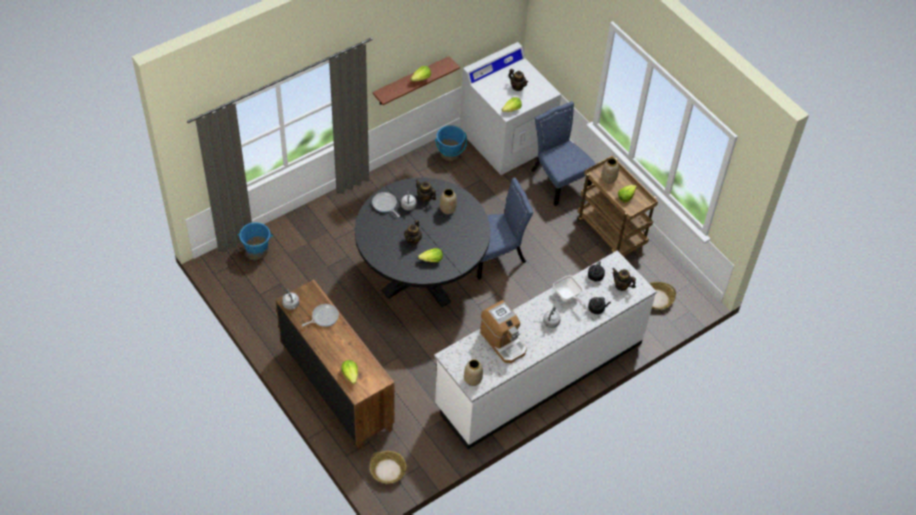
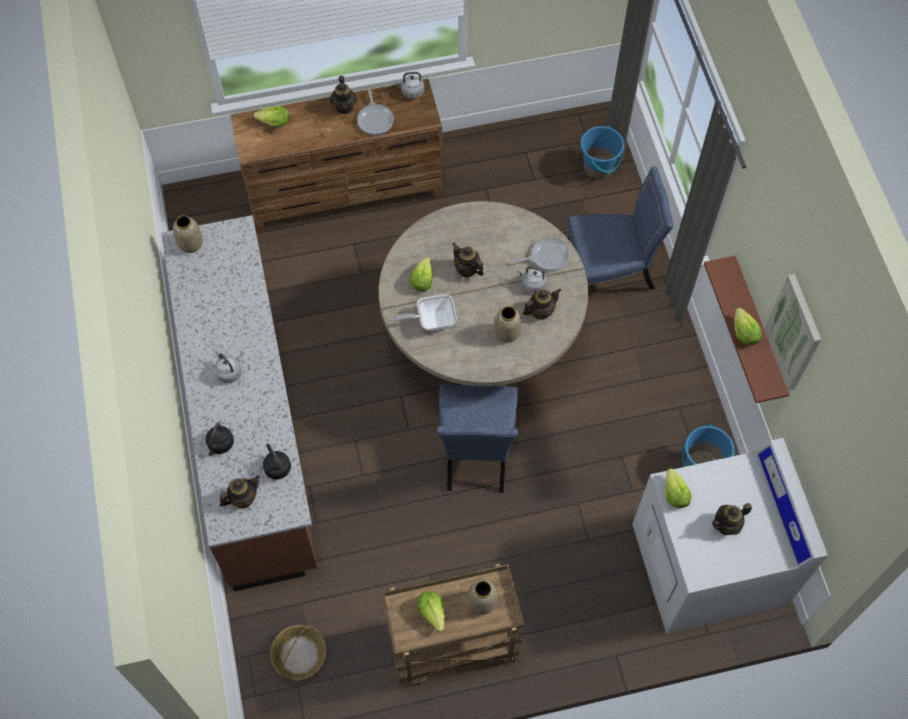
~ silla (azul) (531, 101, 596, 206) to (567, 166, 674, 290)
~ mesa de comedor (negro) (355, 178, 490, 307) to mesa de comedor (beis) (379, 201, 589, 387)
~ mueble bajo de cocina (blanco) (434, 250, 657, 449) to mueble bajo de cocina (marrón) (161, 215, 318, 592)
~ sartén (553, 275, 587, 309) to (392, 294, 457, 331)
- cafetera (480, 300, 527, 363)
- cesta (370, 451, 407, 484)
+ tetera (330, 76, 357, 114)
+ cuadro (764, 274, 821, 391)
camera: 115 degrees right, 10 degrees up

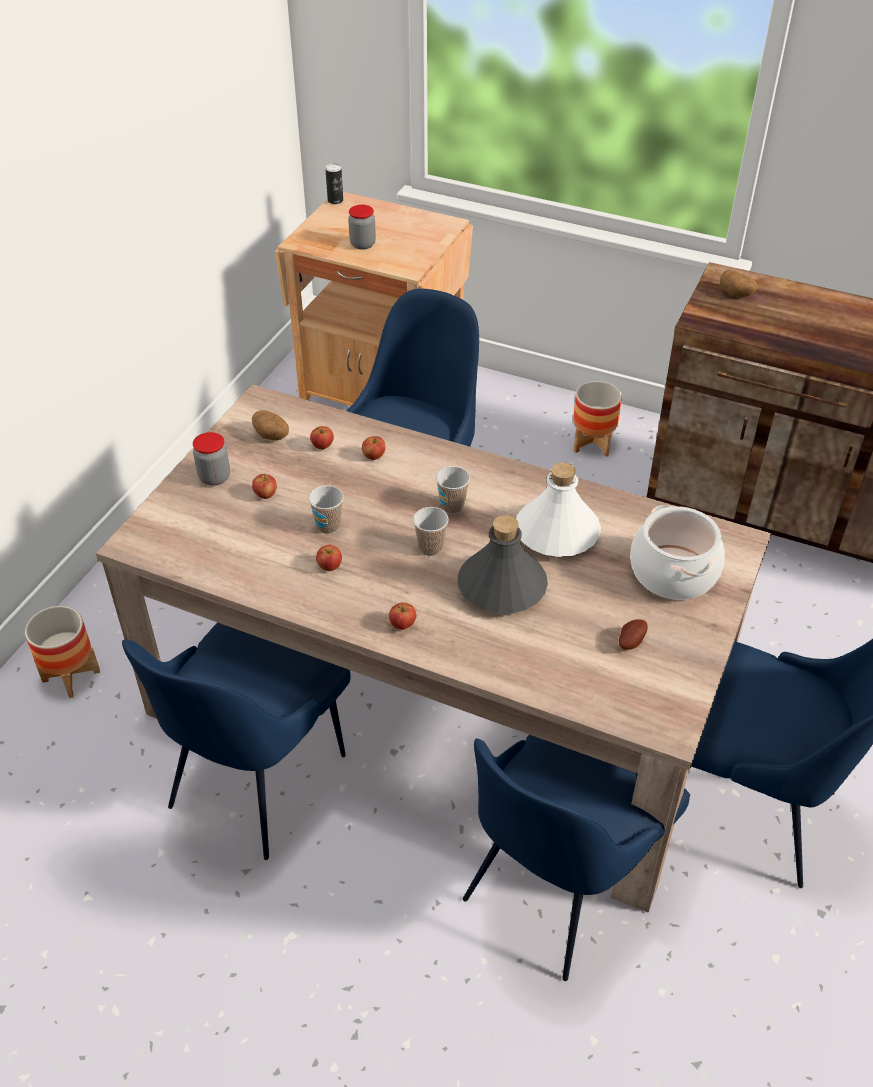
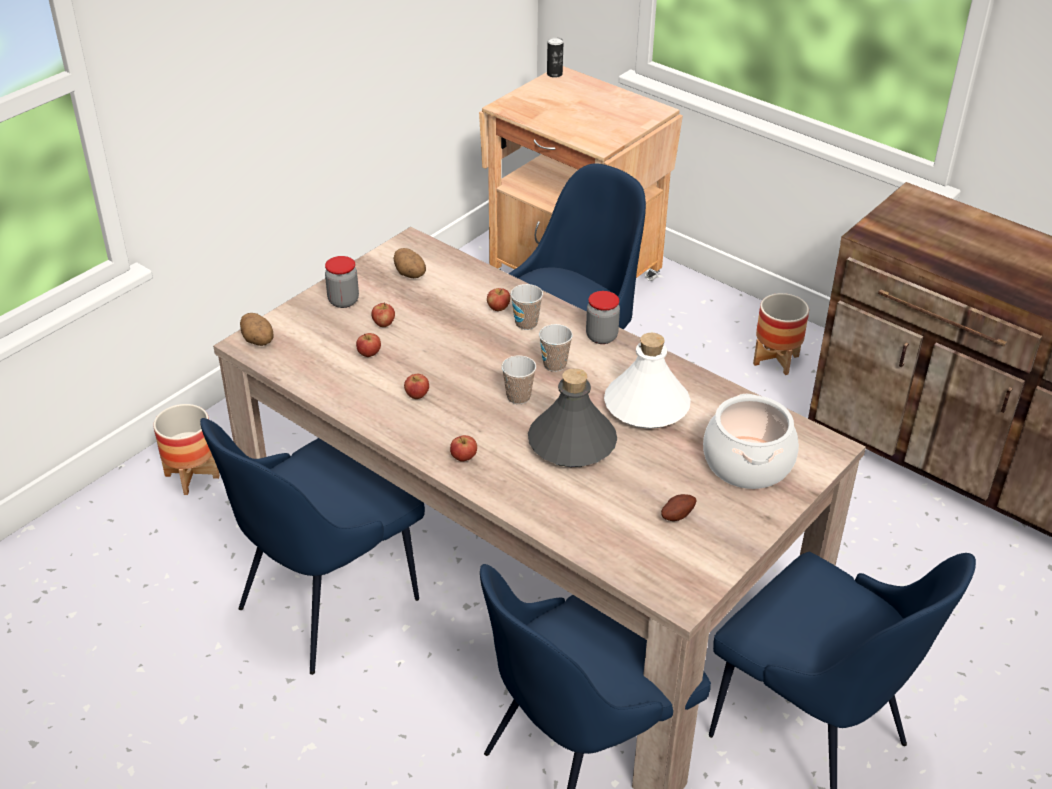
~ tarro (348, 205, 376, 250) to (586, 291, 620, 344)
~ patata (720, 270, 758, 297) to (240, 313, 274, 346)
~ manzana (310, 426, 334, 450) to (356, 333, 381, 357)
~ taza (309, 485, 344, 534) to (511, 284, 543, 330)
camera: 15 degrees right, 5 degrees down

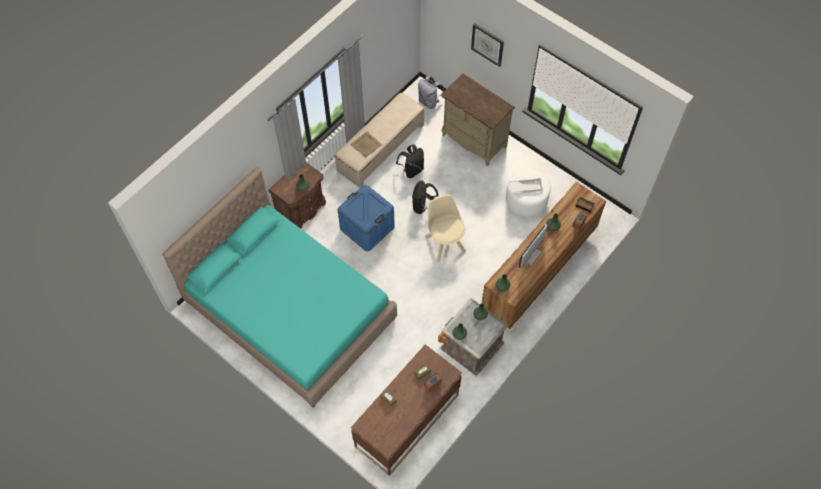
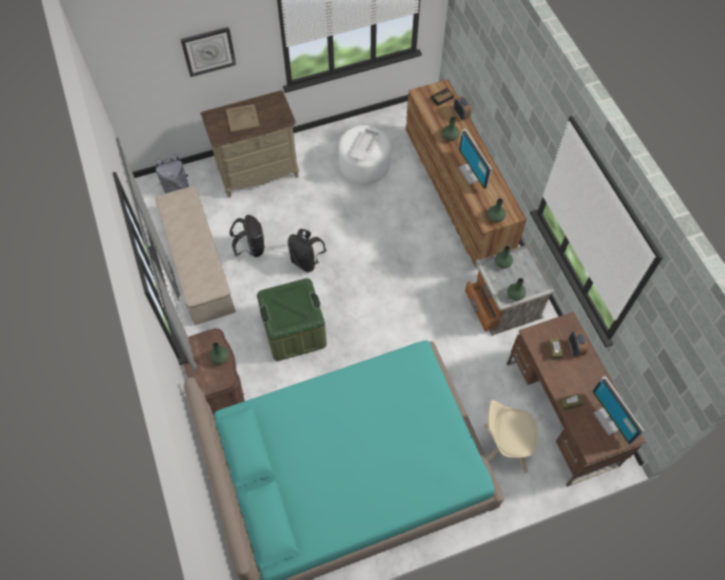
~ bandeja (beis) (351, 131, 382, 157) to (226, 104, 260, 132)
~ caja de almacenaje (azul) (338, 185, 395, 251) to caja de almacenaje (verde) (257, 278, 327, 361)
~ silla (beis) (425, 194, 466, 262) to (484, 400, 539, 473)
+ monitor (593, 376, 644, 445)
camera: 60 degrees left, 0 degrees up

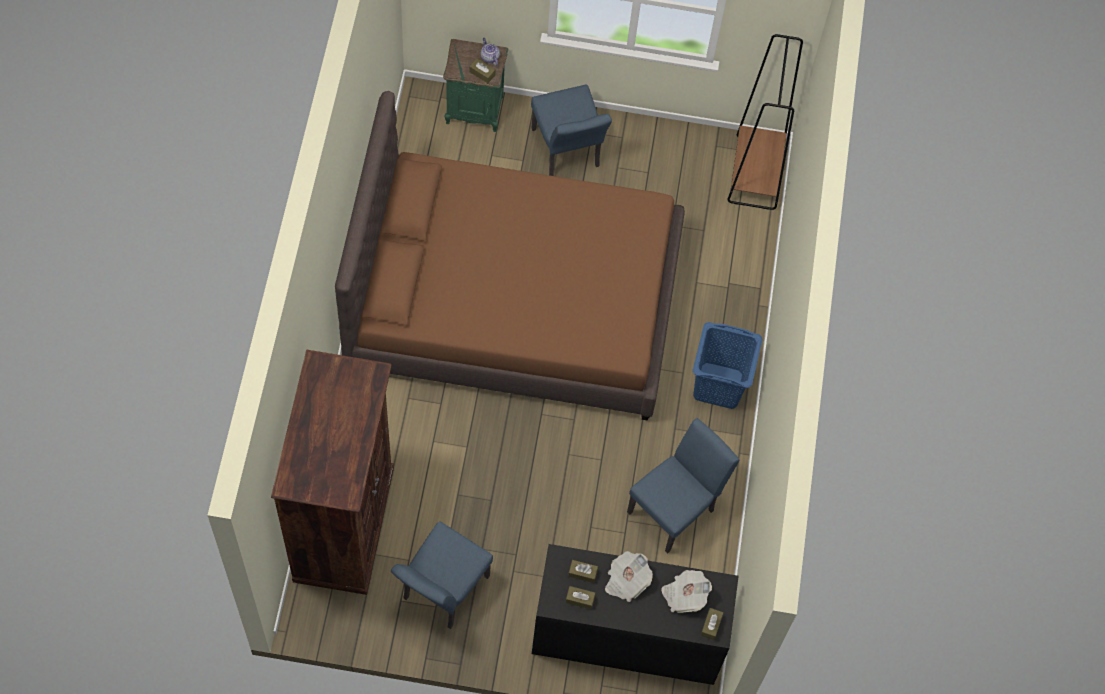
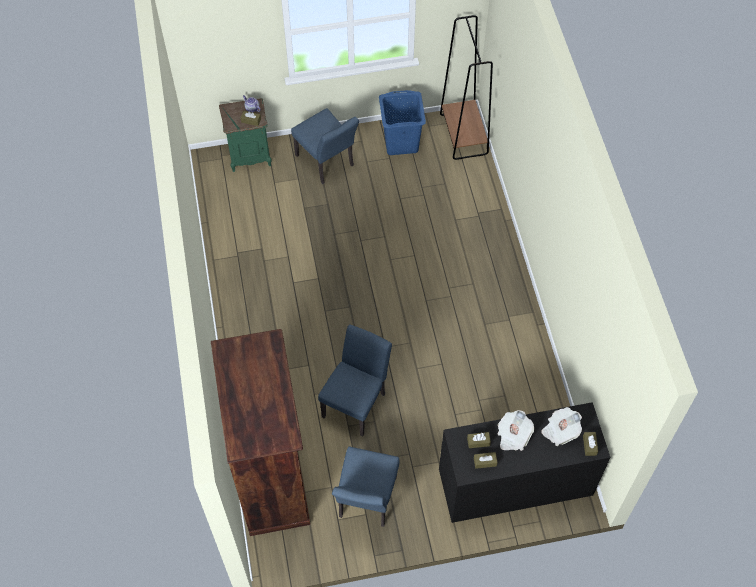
- cama (marrón) (335, 91, 685, 420)
~ cesto de la ropa (azul) (693, 322, 763, 409) to (379, 90, 426, 155)
~ silla (azul) (627, 418, 740, 553) to (318, 324, 392, 436)
camera: 15 degrees left, 5 degrees down

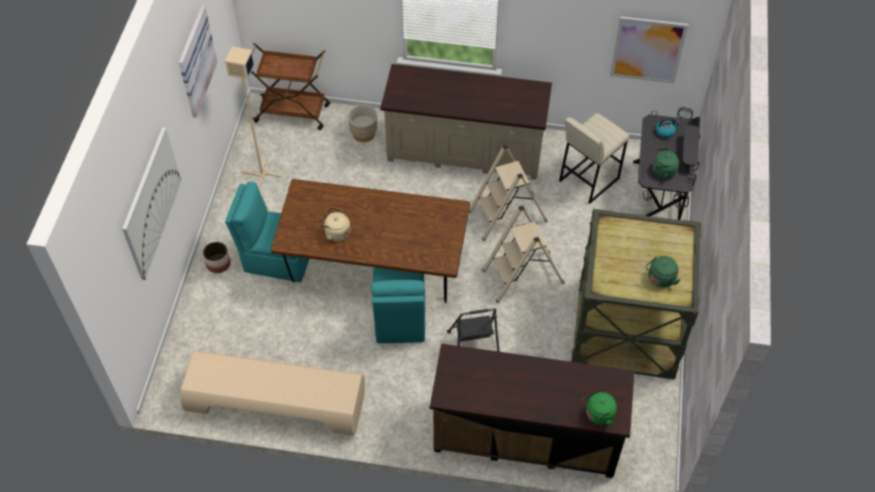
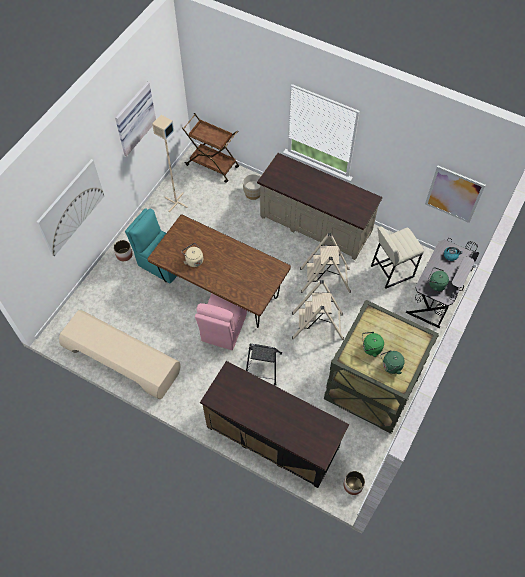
~ silla (turquesa) (371, 267, 425, 343) to silla (rosa) (195, 293, 247, 350)
~ hervidor (verde) (583, 391, 617, 425) to (362, 332, 384, 357)
+ maceta (344, 471, 365, 495)
camera: 20 degrees right, 5 degrees up

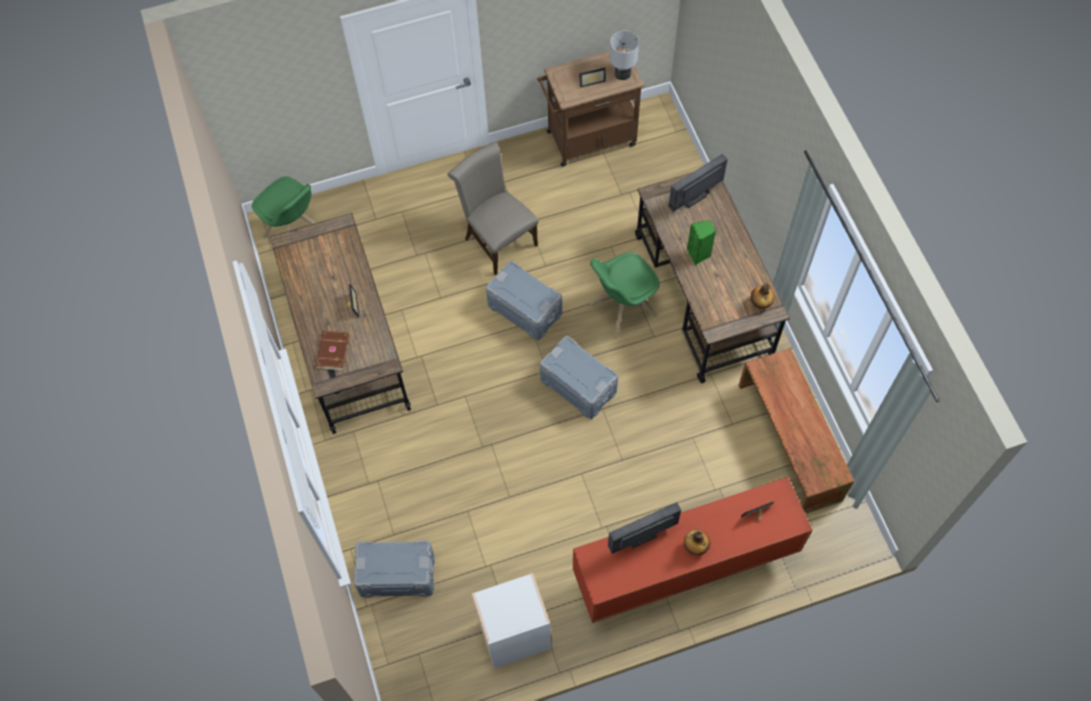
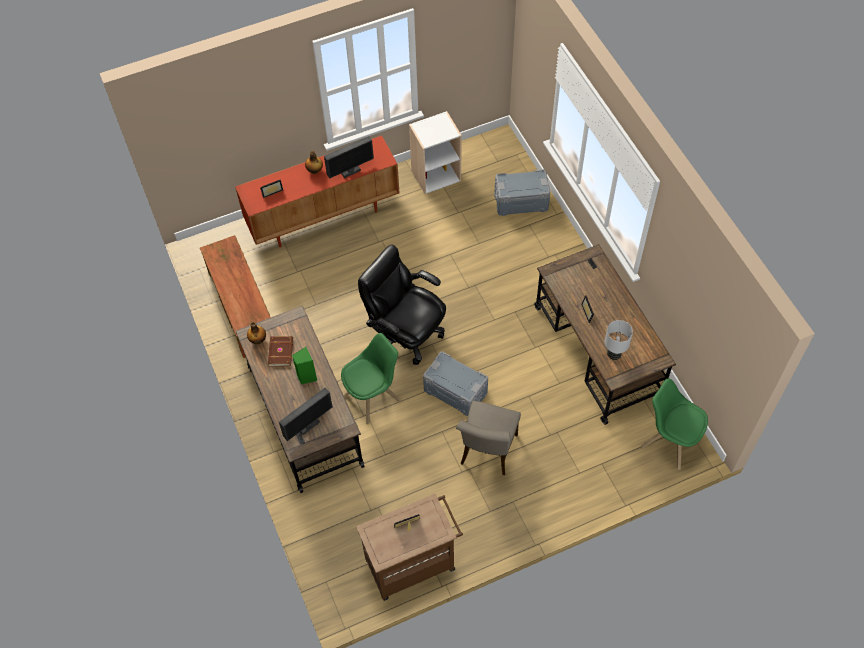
~ lámpara de mesa (gris) (610, 30, 639, 80) to (604, 320, 633, 360)
~ silla (beis) (448, 142, 539, 275) = (456, 401, 521, 475) 60 degrees clockwise
~ libro (marrón) (315, 331, 350, 370) to (268, 336, 293, 366)
~ caja de almacenaje (gris) (540, 336, 618, 419) to silla de oficina (negro) (358, 244, 446, 365)
camera: 175 degrees right, 5 degrees down

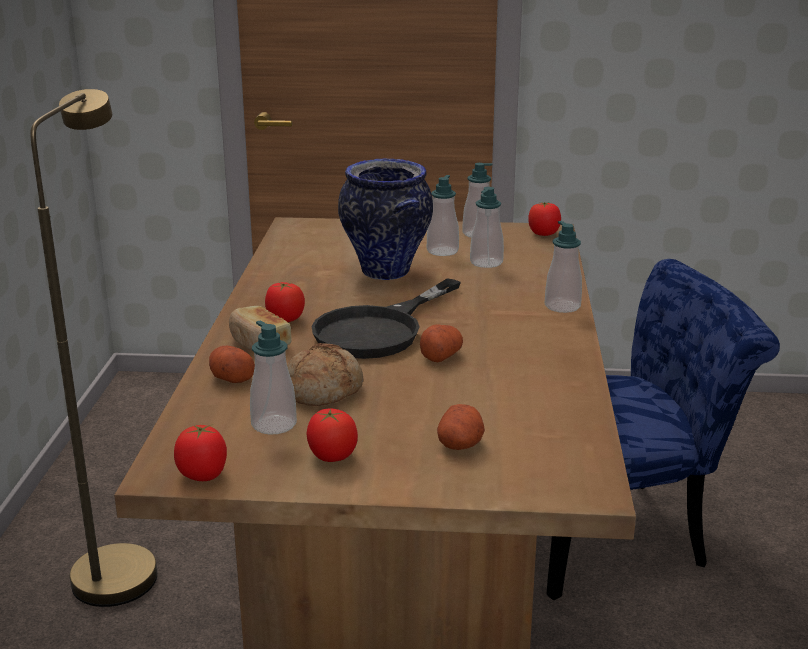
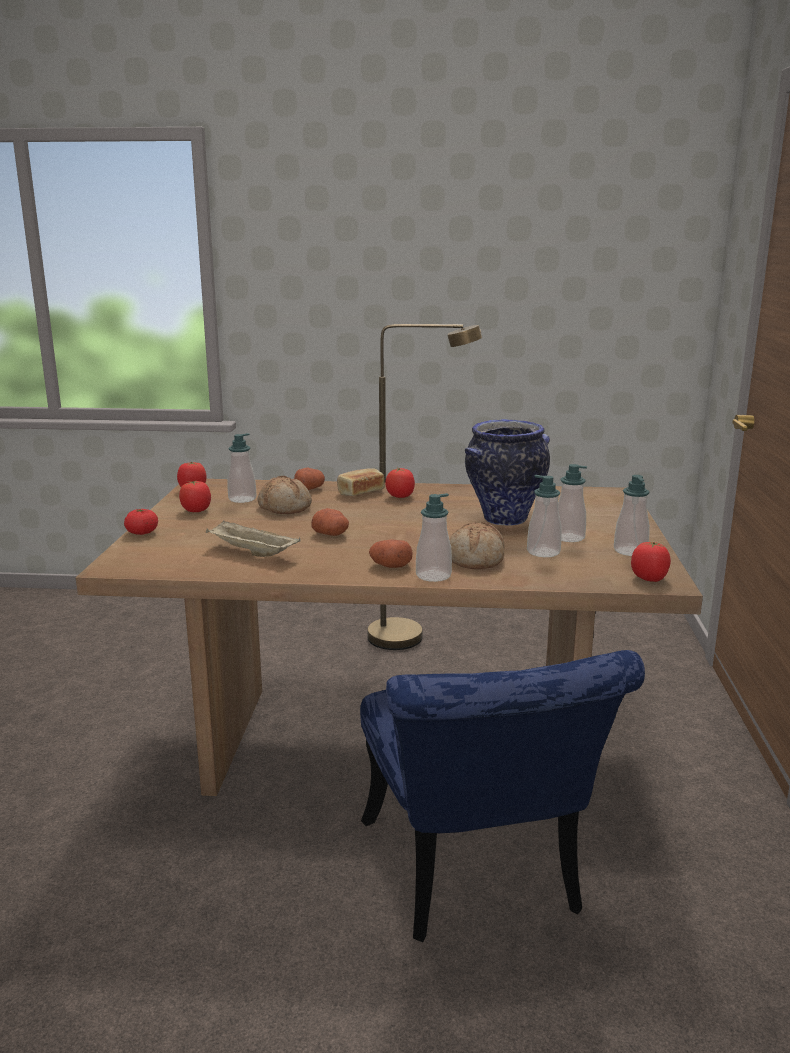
- sartén (negro) (311, 278, 461, 359)
~ patata (437, 404, 485, 450) to (369, 539, 413, 568)
+ tomate (124, 509, 158, 535)
+ bandeja (beis) (206, 521, 301, 557)
+ pan (449, 522, 505, 569)
camera: 90 degrees right, 5 degrees down

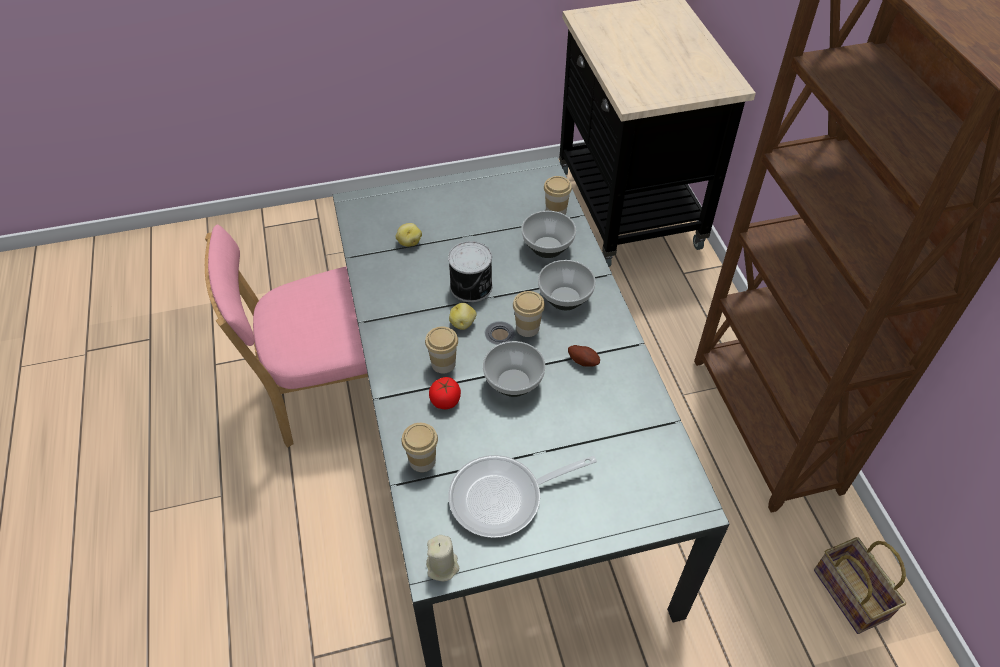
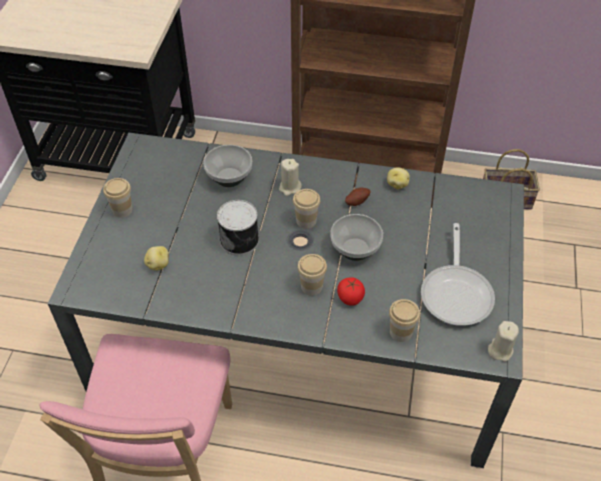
~ taza (544, 176, 572, 215) to (103, 178, 132, 218)
~ cuenco (538, 260, 596, 310) to vela (beis) (279, 159, 302, 196)
~ patata (449, 303, 477, 330) to (387, 167, 410, 189)
camera: 65 degrees left, 0 degrees up

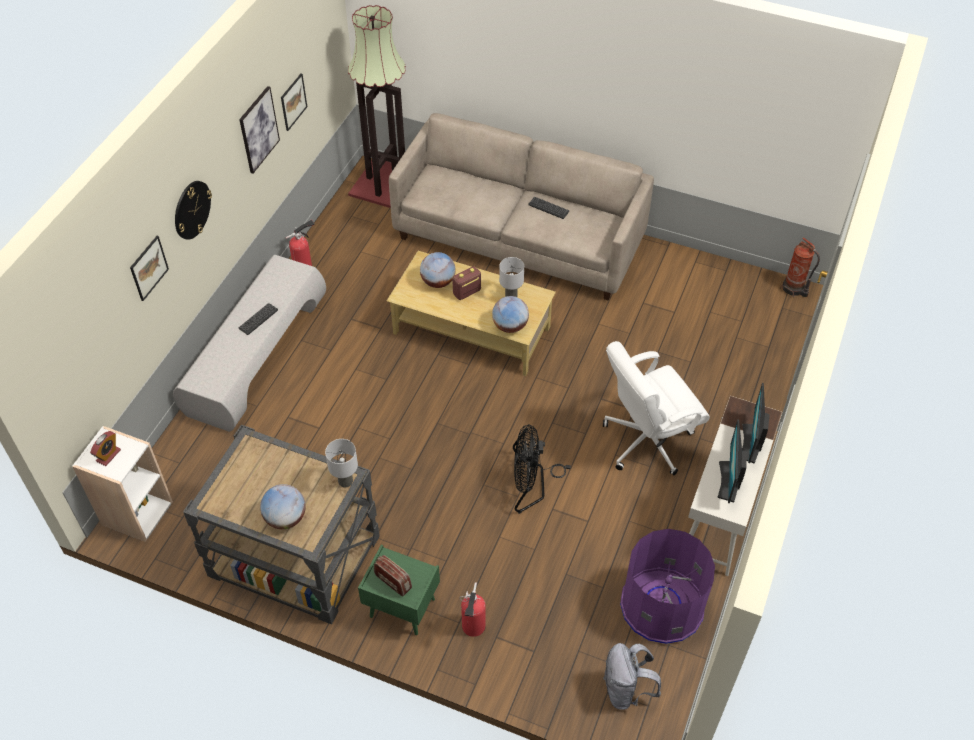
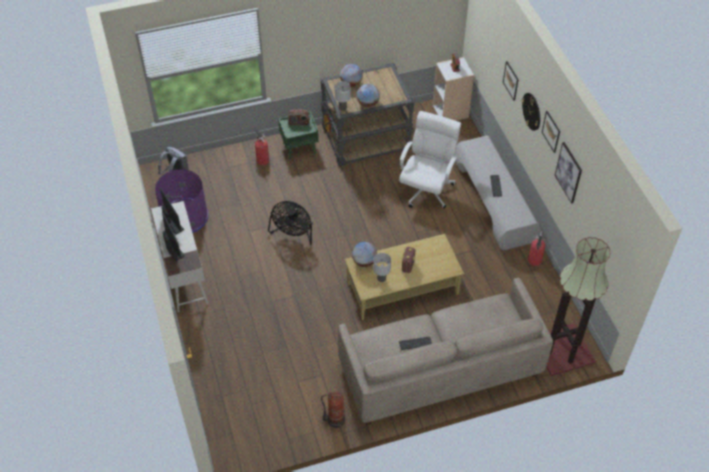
~ cuadro (281, 73, 307, 131) to (542, 111, 560, 153)
~ extintor (780, 237, 820, 297) to (321, 392, 345, 428)
~ globo terráqueo (420, 252, 456, 288) to (356, 84, 380, 107)
~ silla de oficina (blanco) (603, 341, 710, 475) to (399, 111, 461, 209)
~ ventilador (negro) (513, 424, 571, 514) = (268, 201, 313, 245) 150 degrees clockwise
camera: 140 degrees right, 0 degrees up

